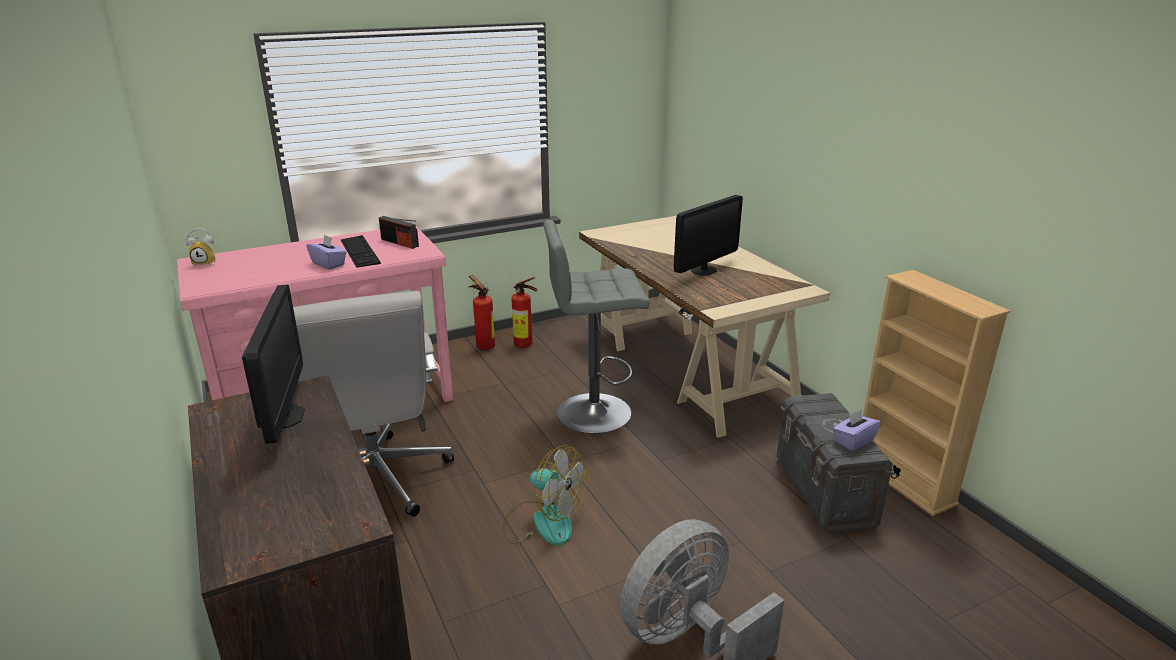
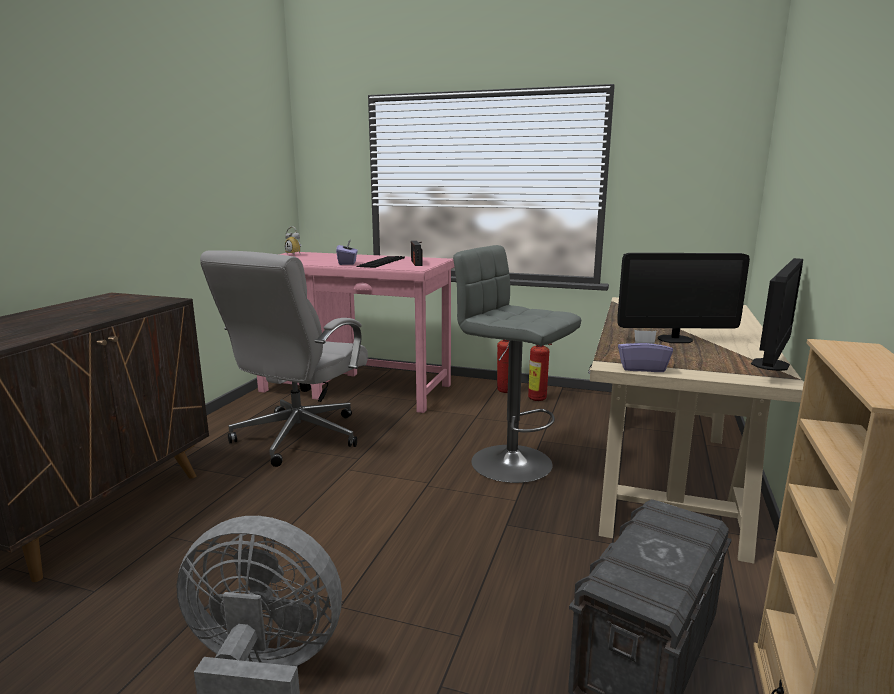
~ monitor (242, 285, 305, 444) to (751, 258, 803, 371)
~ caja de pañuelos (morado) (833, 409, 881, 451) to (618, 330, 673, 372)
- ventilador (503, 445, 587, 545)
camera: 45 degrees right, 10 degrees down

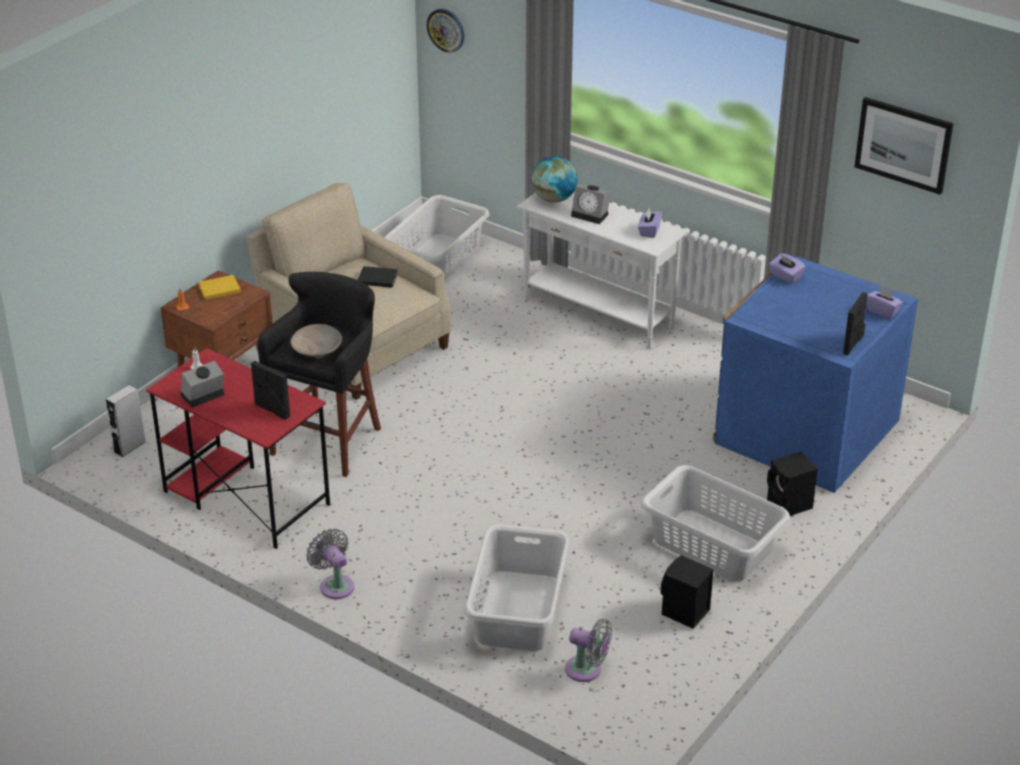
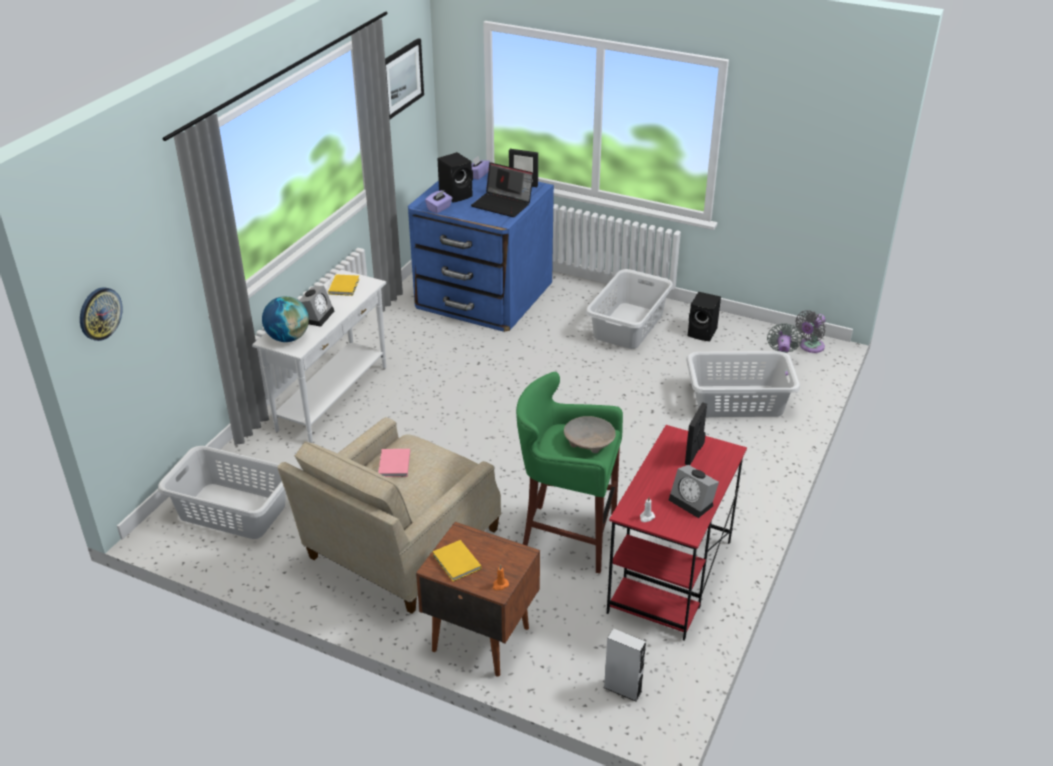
~ caja de pañuelos (morado) (638, 208, 662, 238) to libro (amarillo) (328, 274, 359, 296)
~ libro (negro) (358, 266, 398, 288) to libro (rosa) (378, 449, 410, 477)
~ taburete (negro) (258, 272, 381, 477) to taburete (verde) (516, 372, 623, 573)
~ altavoz (negro) (767, 451, 818, 516) to (437, 152, 473, 203)
~ ventilador (gris) (306, 529, 354, 599) to (795, 310, 826, 353)
+ portátil (471, 162, 534, 217)
camera: 100 degrees left, 0 degrees up

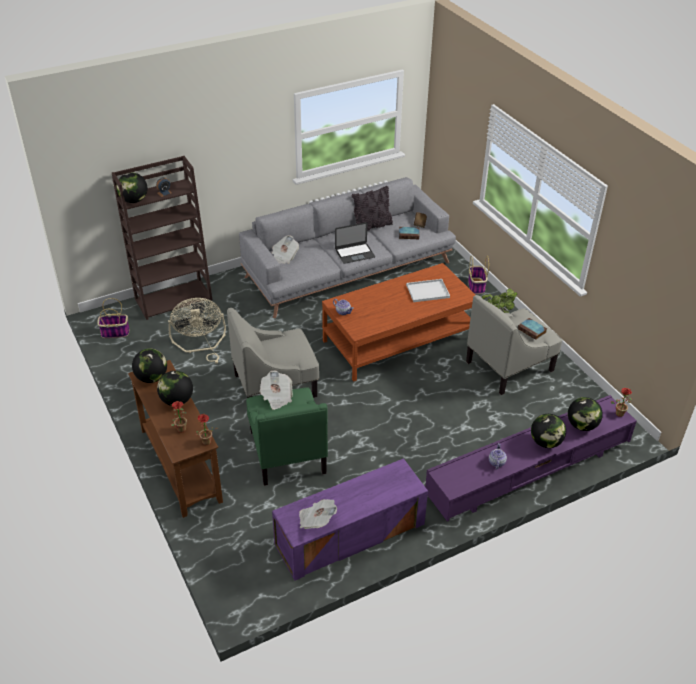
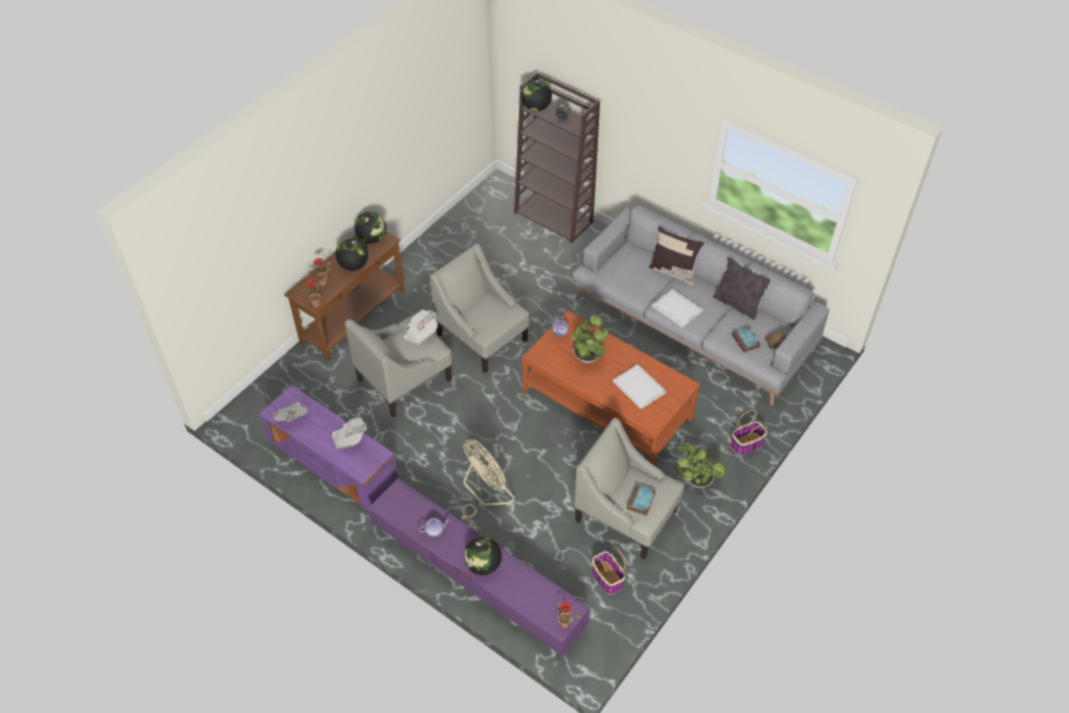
~ portátil (335, 222, 375, 264) to bandeja (blanco) (652, 289, 703, 328)
~ periódico (272, 235, 299, 264) to (332, 418, 367, 450)
~ cesta (97, 298, 130, 338) to (592, 546, 626, 595)
~ ventilador (beis) (168, 298, 226, 364) to (460, 439, 514, 520)
~ sillón (verde) (246, 387, 328, 486) to sillón (gris) (345, 316, 453, 418)
- globo terráqueo (568, 397, 603, 431)
+ cojín (649, 227, 704, 285)
+ planta en maceta (571, 314, 608, 363)
camera: 65 degrees right, 10 degrees up

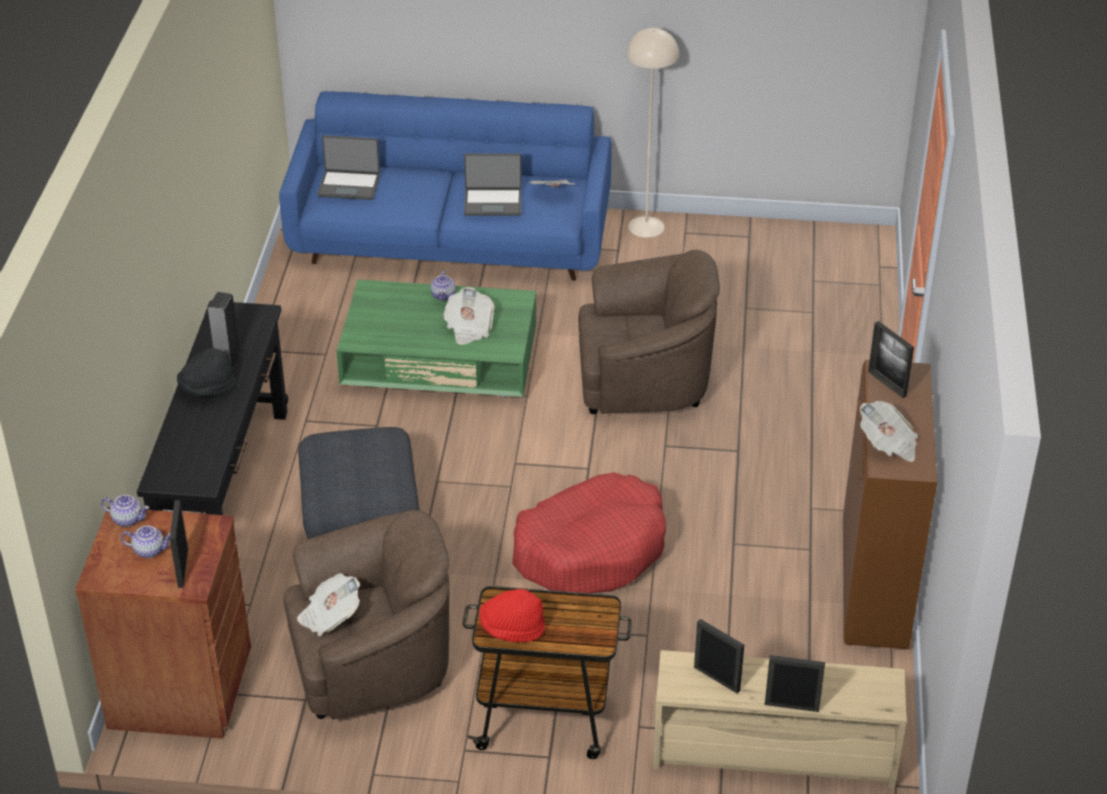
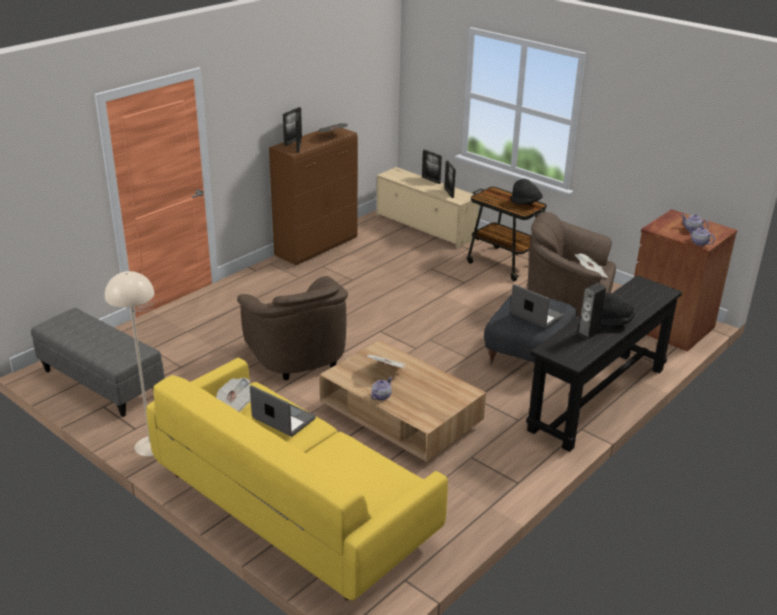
~ sofá (azul) (279, 91, 612, 281) to sofá (amarillo) (146, 357, 448, 600)
~ portátil (317, 135, 380, 200) to (510, 284, 563, 328)
~ sillón (marrón) (578, 250, 720, 414) = (237, 276, 348, 380) 150 degrees counterclockwise
~ mesa de centro (verde) (336, 280, 536, 398) to mesa de centro (marrón) (319, 340, 486, 462)
- cama para perro (rojo) (512, 472, 666, 593)
~ portarretratos (170, 500, 188, 588) to (283, 107, 302, 146)
~ sombrero (rojo) (479, 589, 545, 642) to sombrero (negro) (511, 179, 542, 204)
+ puf (gris) (31, 308, 165, 417)
camera: 145 degrees left, 10 degrees down

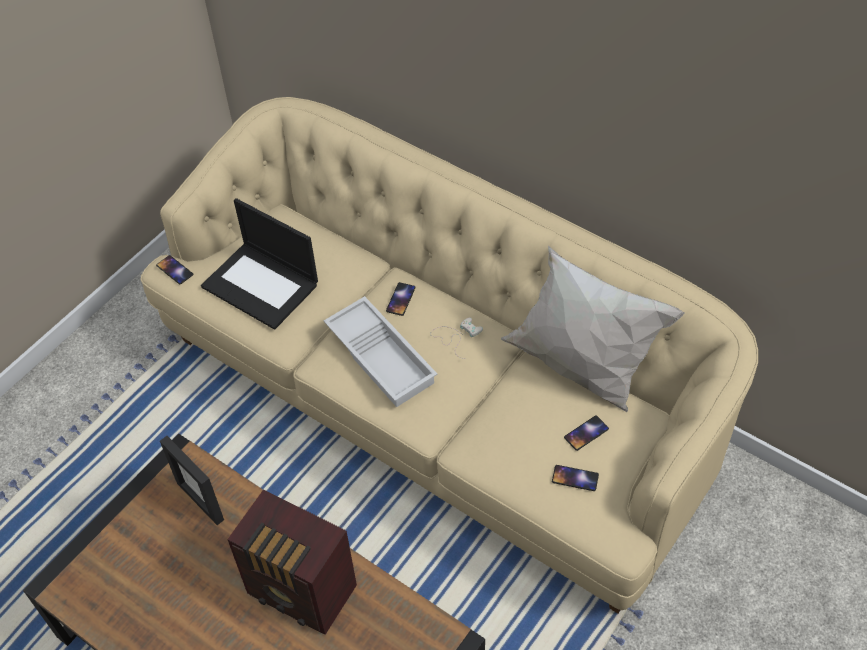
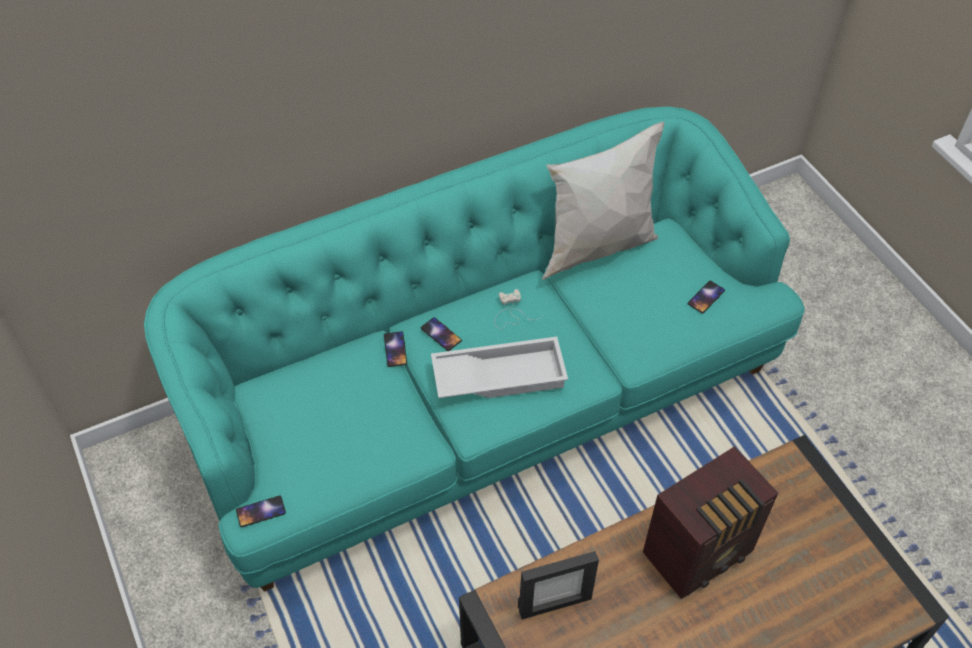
~ sofá (beis) (141, 97, 758, 613) to sofá (turquesa) (144, 107, 805, 592)
- portátil (201, 198, 318, 330)
~ móvil (564, 415, 609, 451) to (384, 331, 407, 367)
camera: 65 degrees left, 0 degrees up

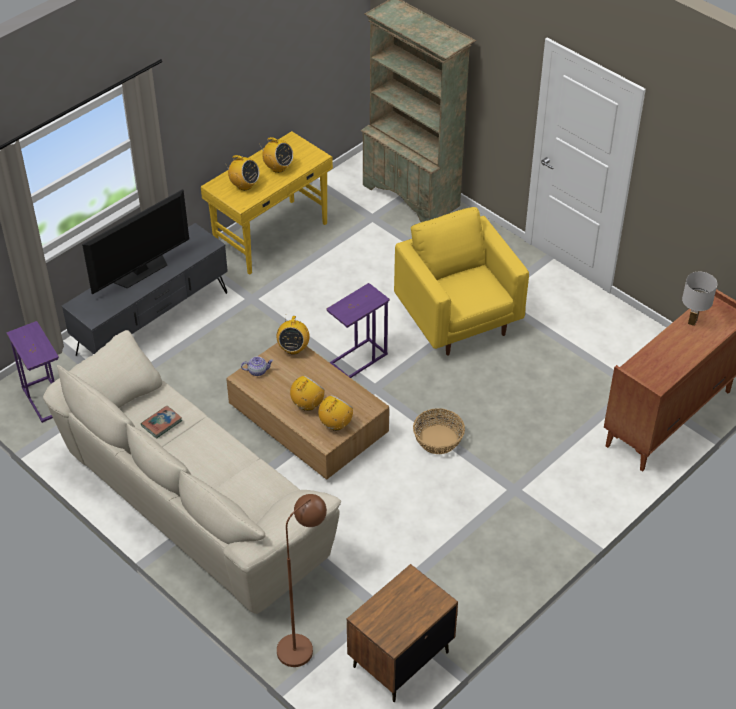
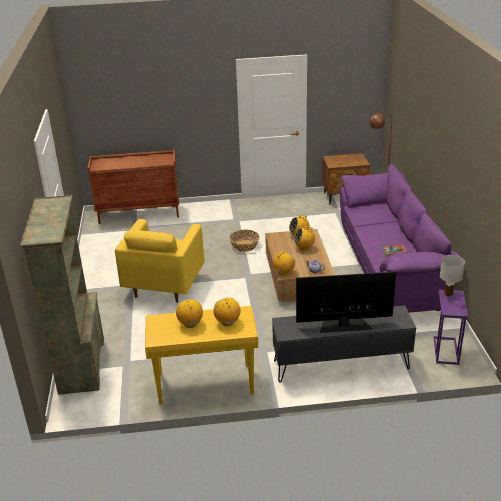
~ lámpara de mesa (blanco) (682, 272, 717, 326) to (440, 255, 465, 297)
- mesa auxiliar (morado) (327, 283, 390, 378)
~ sofá (beis) (43, 330, 341, 614) to sofá (morado) (340, 164, 461, 313)
camera: 140 degrees left, 15 degrees down

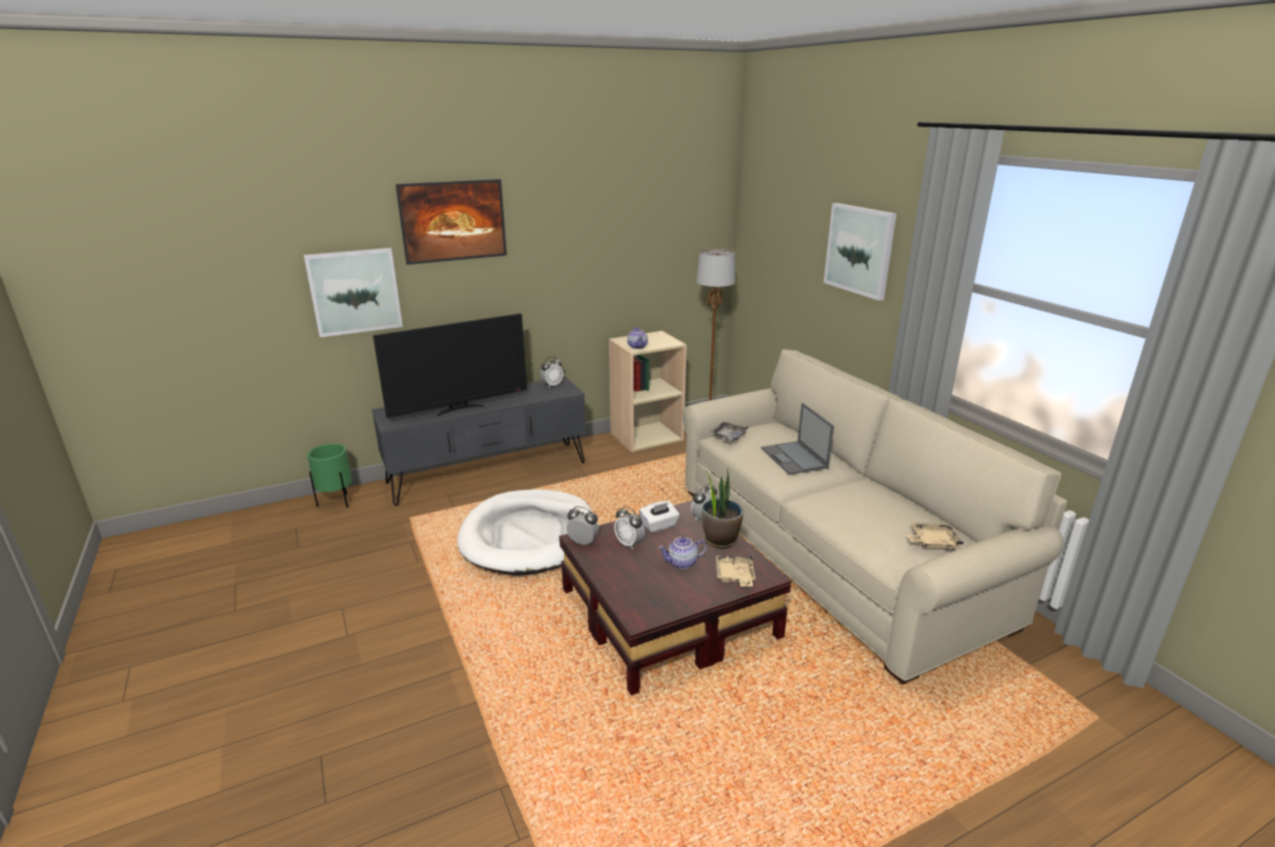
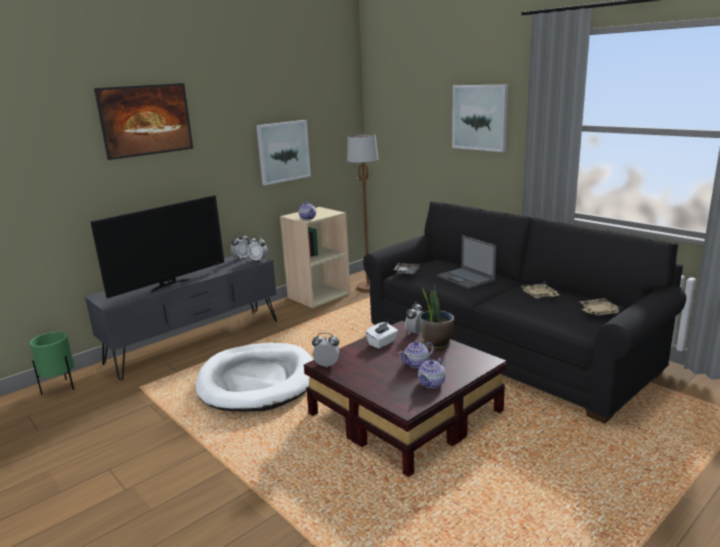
~ cuadro (304, 248, 403, 337) to (256, 120, 311, 185)
~ sofá (beis) (682, 349, 1067, 685) to sofá (negro) (363, 202, 686, 423)
~ despertador (614, 506, 645, 549) to (248, 235, 268, 261)
~ bandeja (beis) (716, 555, 755, 587) to (521, 281, 559, 299)
+ tetera (418, 358, 446, 388)
camera: 15 degrees left, 5 degrees down

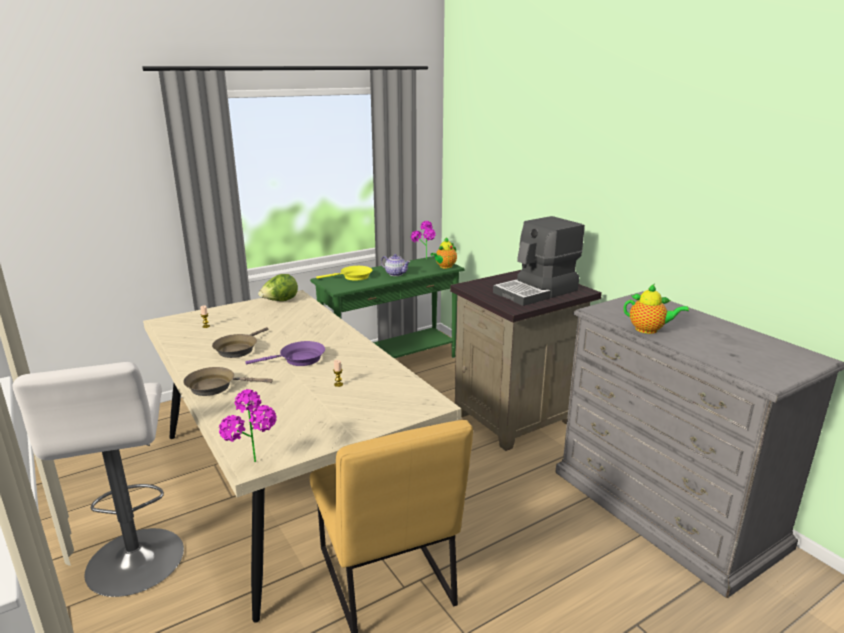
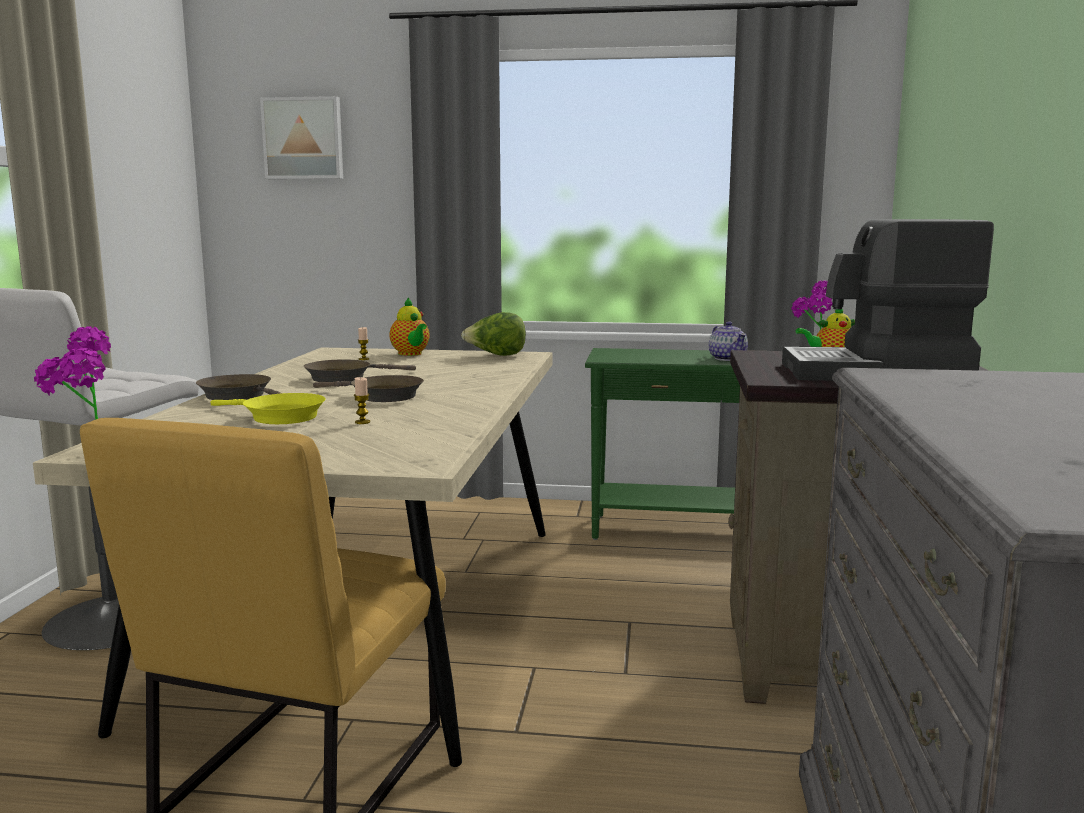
~ sartén (amarillo) (316, 266, 372, 281) to (210, 393, 326, 424)
~ tetera (624, 284, 689, 334) to (389, 297, 430, 356)
~ sartén (morado) (245, 341, 325, 366) to sartén (marrón) (313, 375, 424, 402)
+ cuadro (260, 96, 343, 179)
camera: 40 degrees right, 10 degrees down

